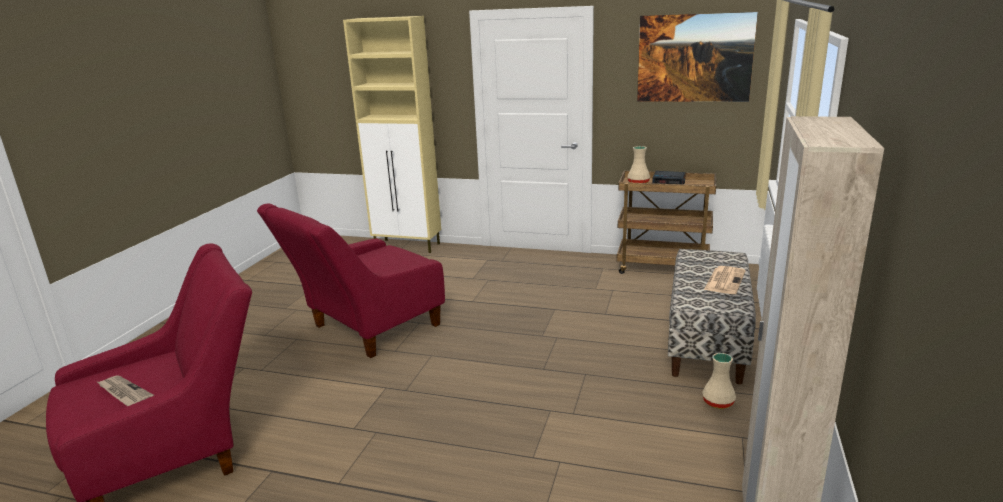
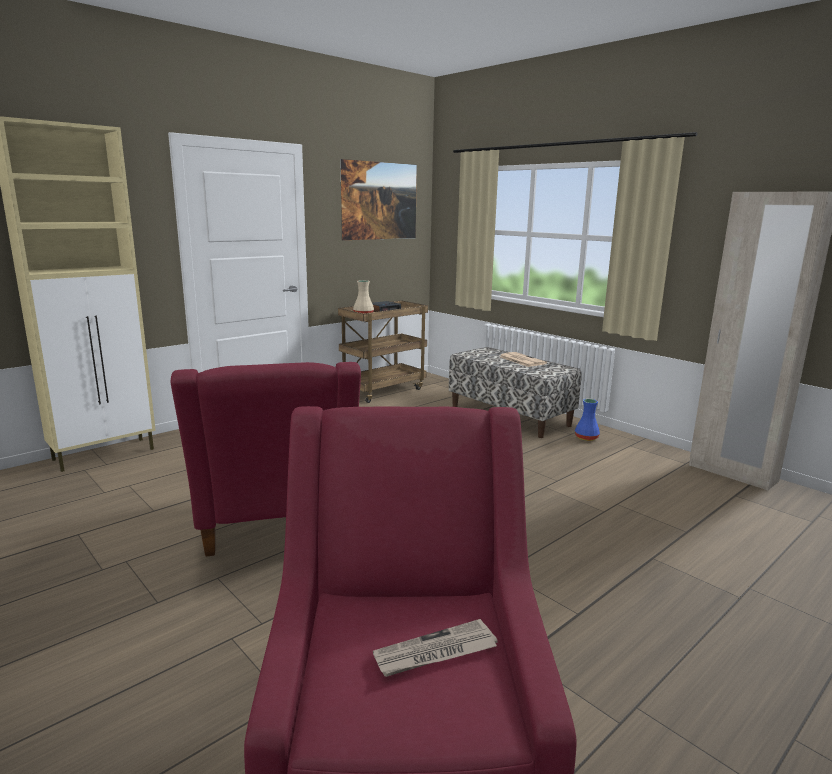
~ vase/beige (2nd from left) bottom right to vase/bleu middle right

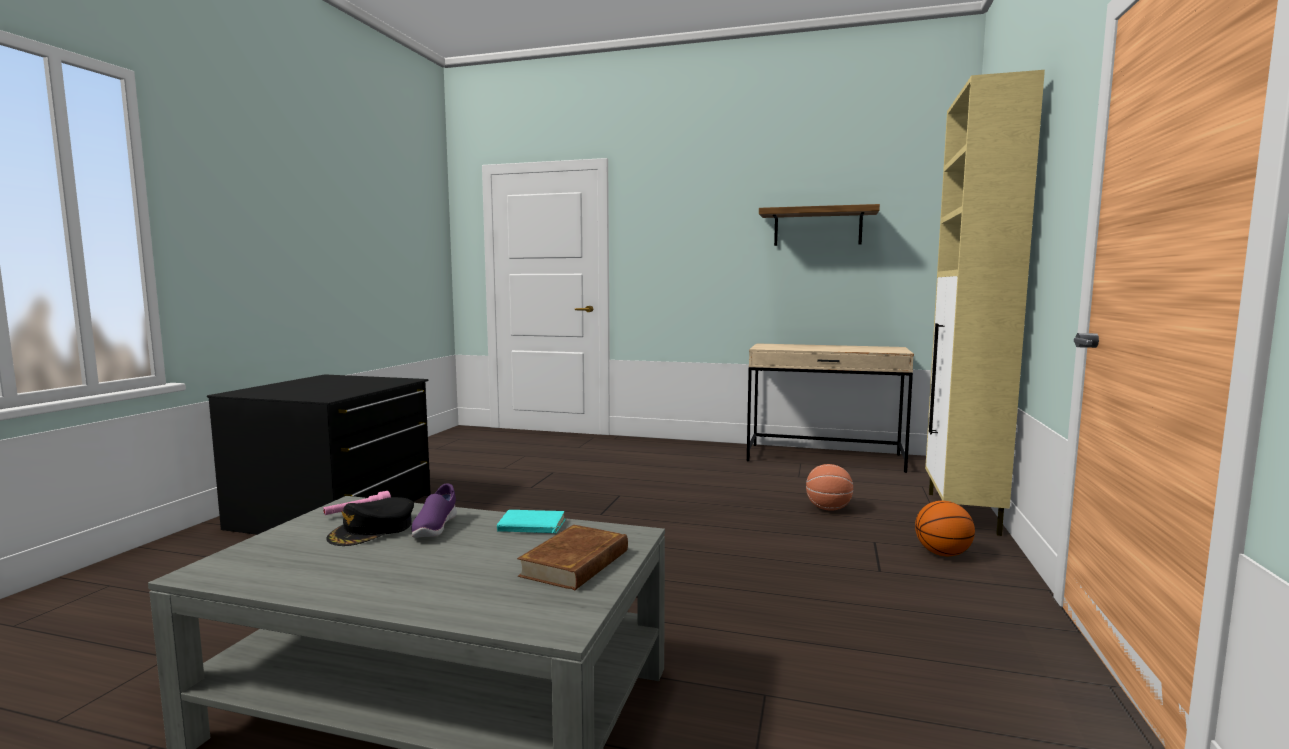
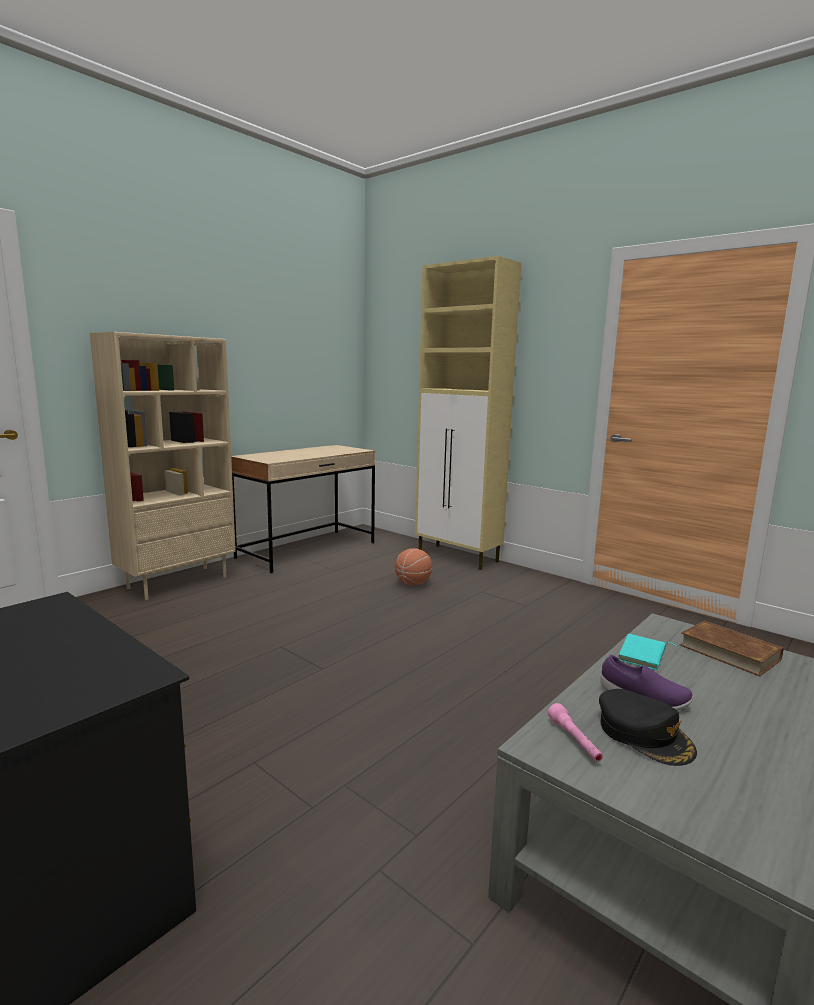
+ bibliothèque/beige middle left
- étagère top centre
- ballon de basket (2nd from left) bottom right

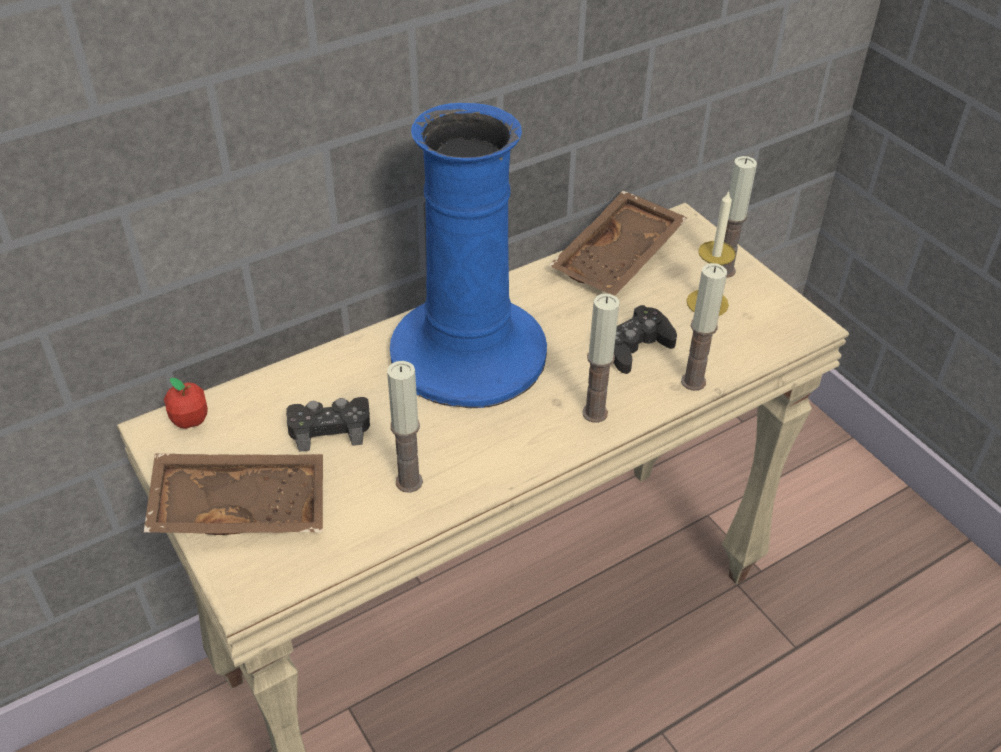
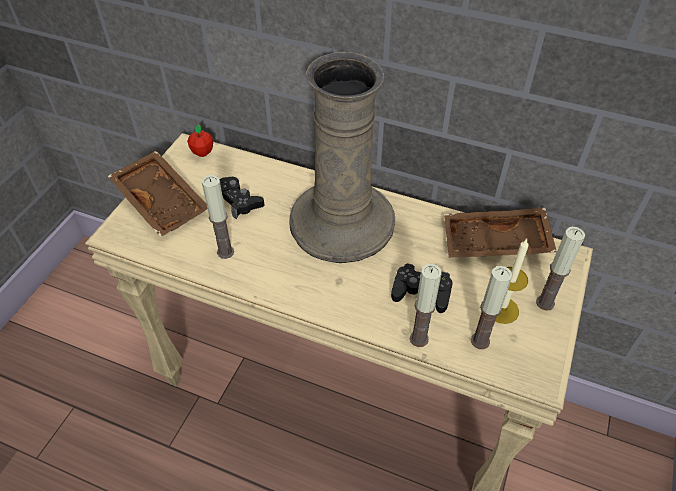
~ vase/bleu centre to vase/beige top centre
~ bougie (2nd from left in the first image) centre to bougie (3rd from left) middle right

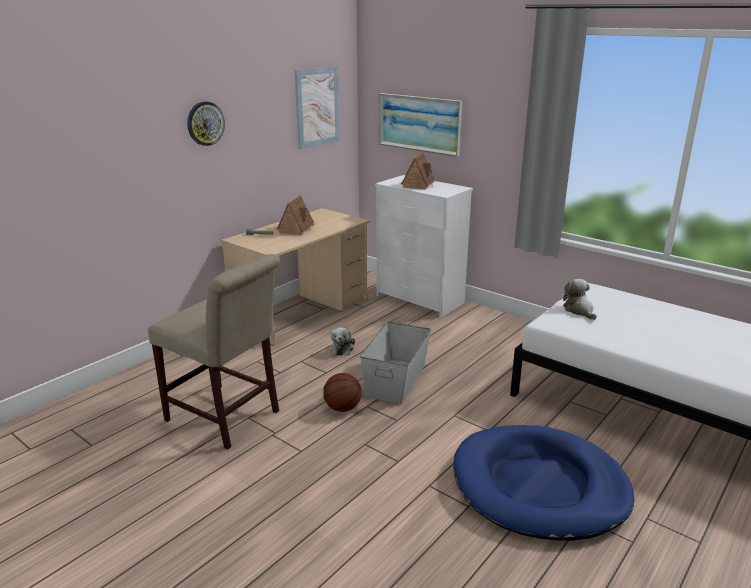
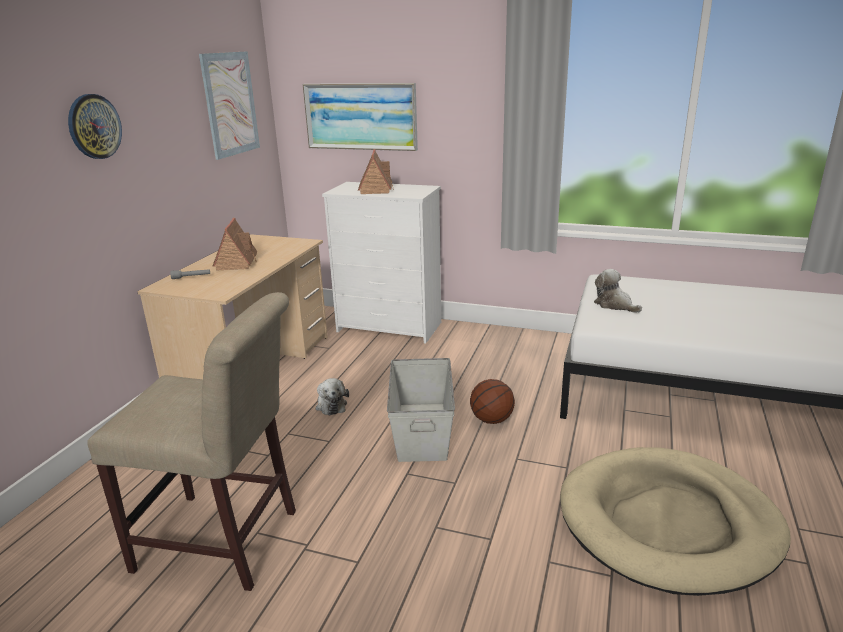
~ ballon de basket bottom centre to centre
~ panier pour chien/bleu bottom right to panier pour chien/beige bottom right

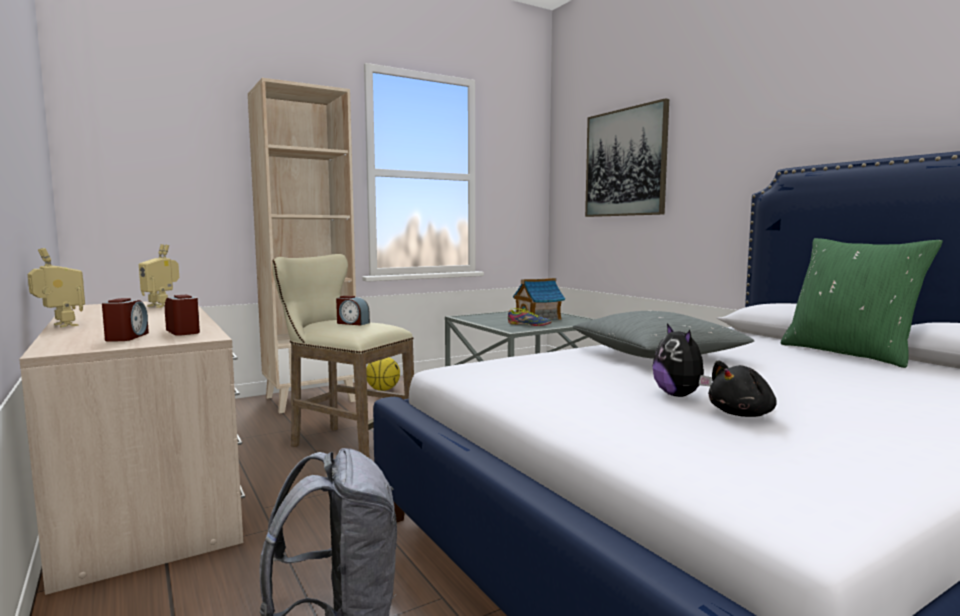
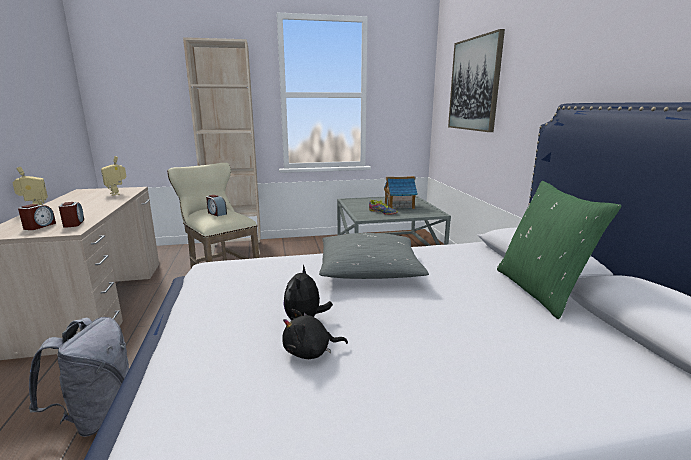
- ballon de basket centre

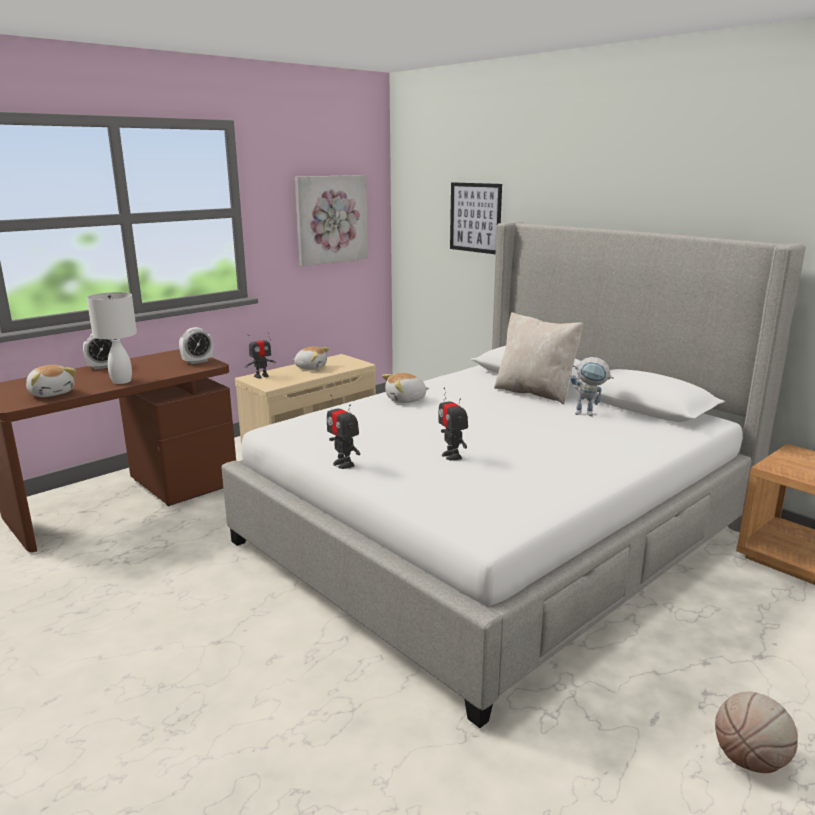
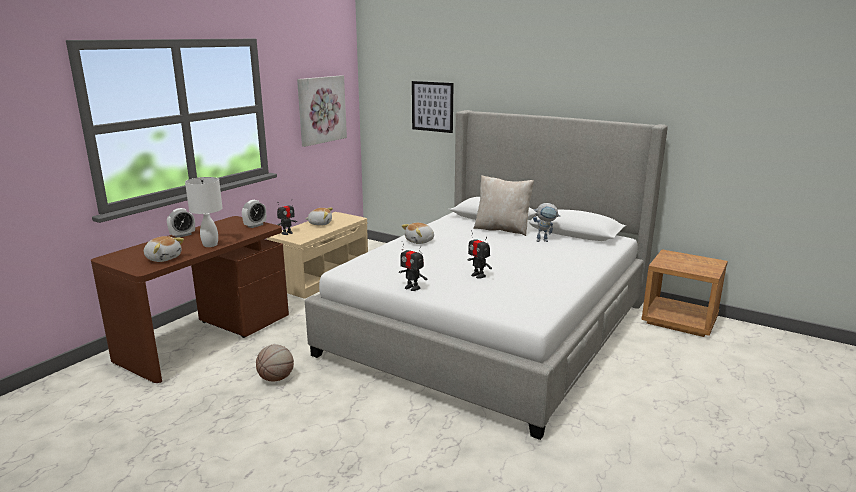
~ ballon de basket bottom right to bottom left

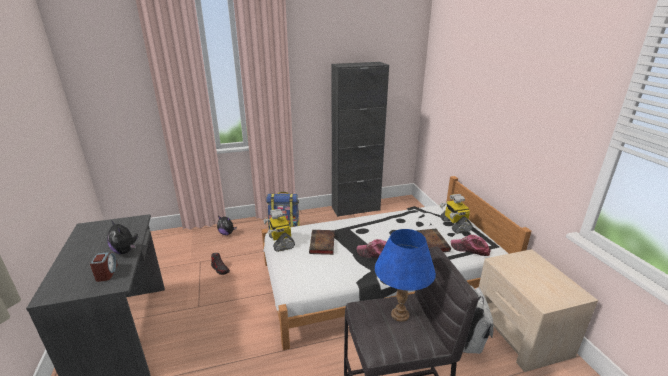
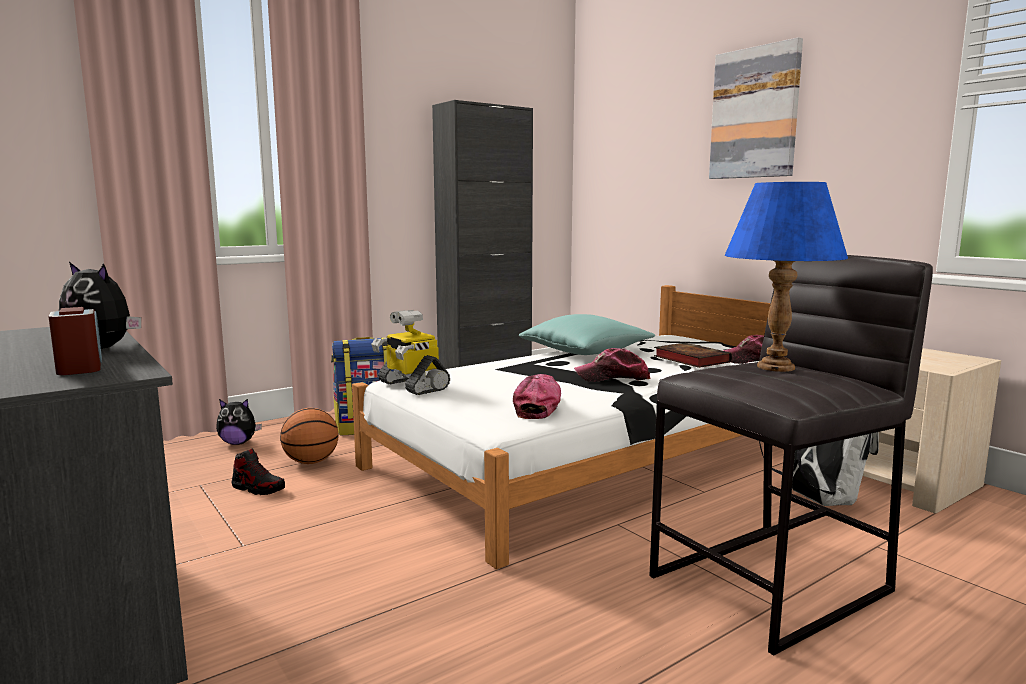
+ ballon de basket middle left
+ casquette (1st from left) centre
+ coussin/turquoise centre
+ tableau top right
- livre (1st from left) centre
- robot jouet (2nd from left) middle right

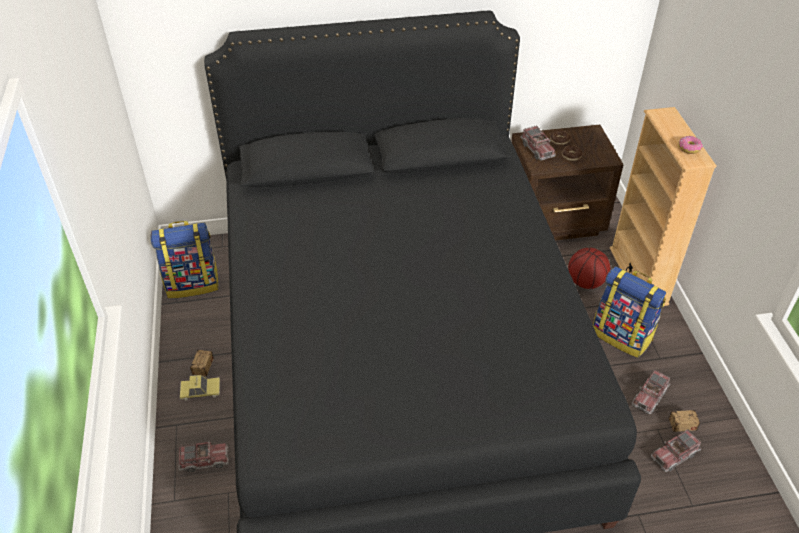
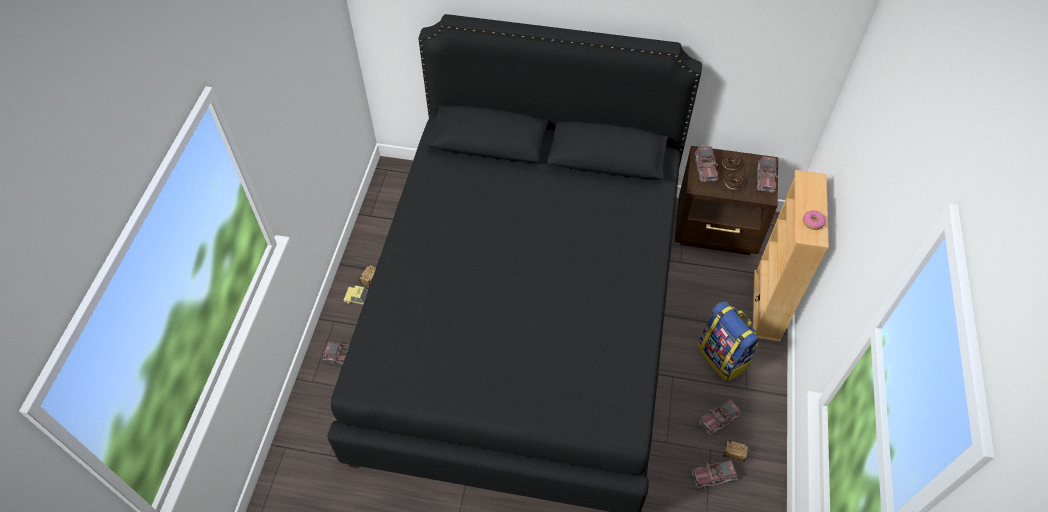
+ camion jouet (5th from left) middle right
- sac à dos (1st from left) middle left
- ballon de basket middle right

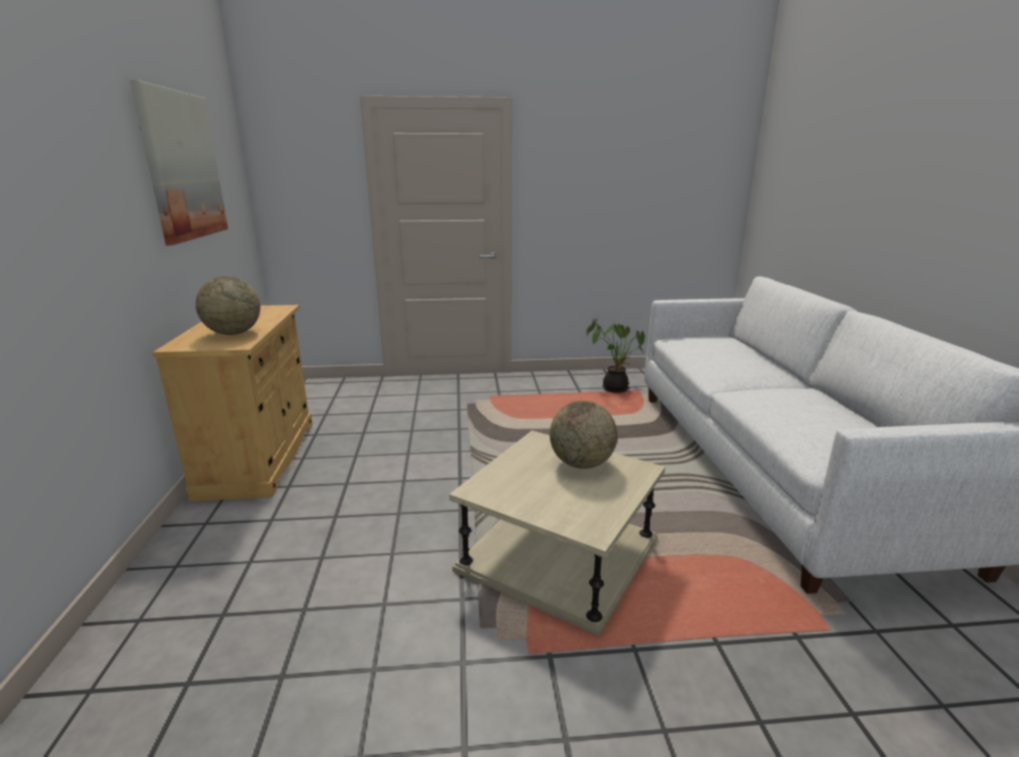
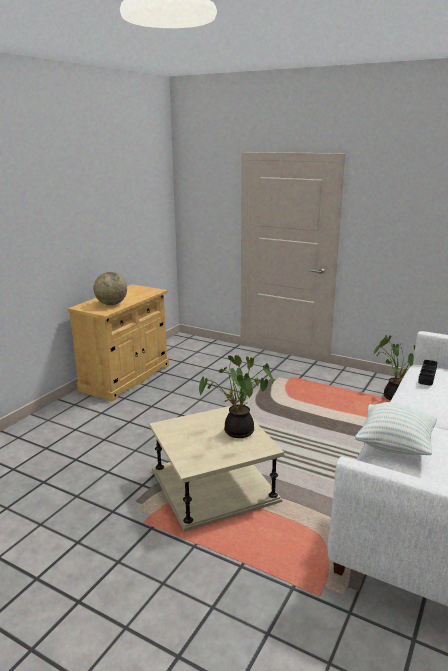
~ globe (2nd from left) centre to plante en pot (1st from left) centre
+ coussin middle right
+ plateau/noir middle right
- tableau top left

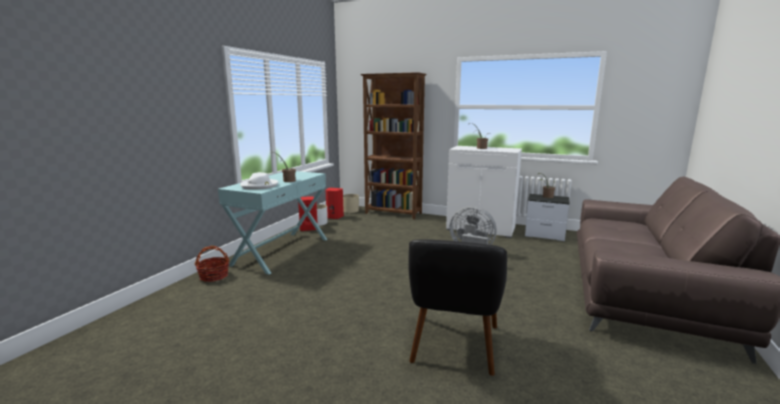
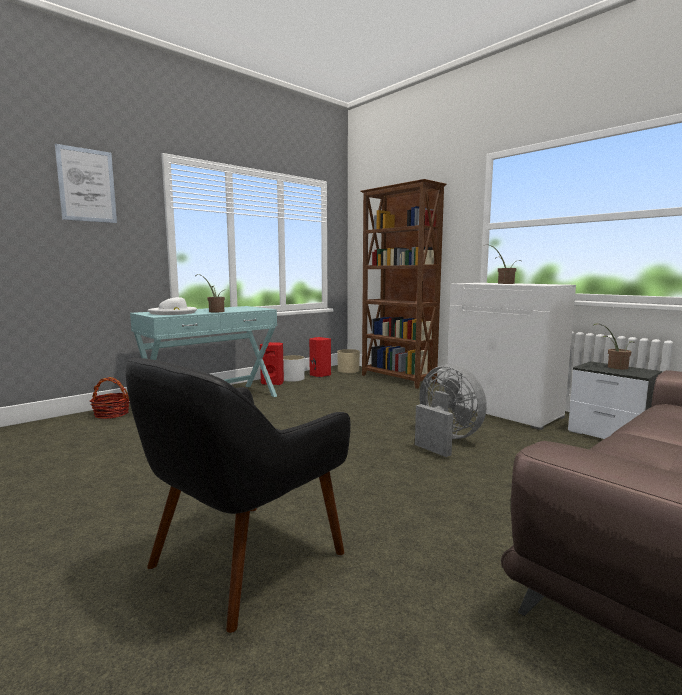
+ tableau top left

